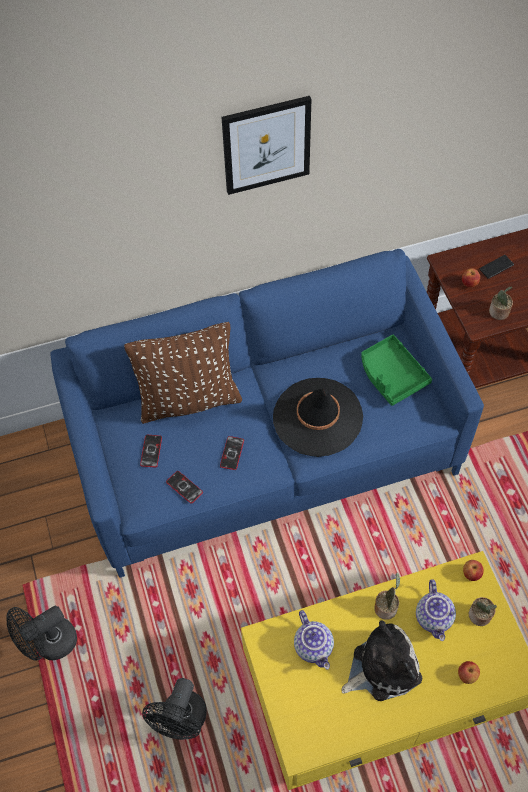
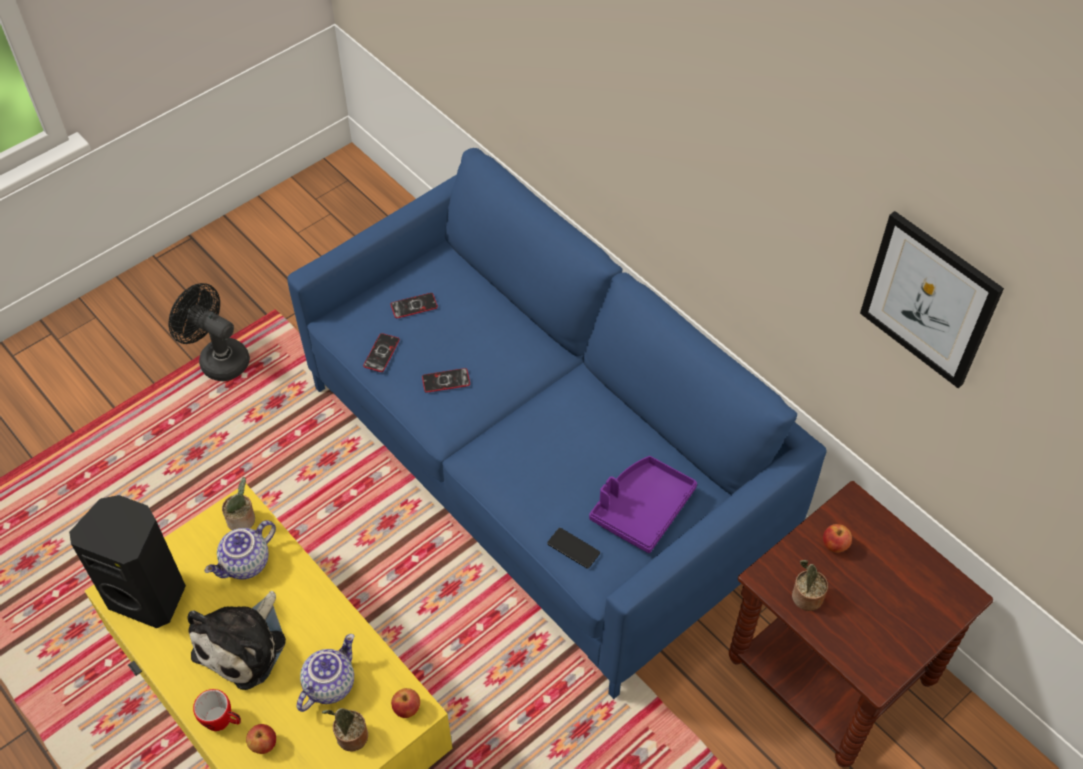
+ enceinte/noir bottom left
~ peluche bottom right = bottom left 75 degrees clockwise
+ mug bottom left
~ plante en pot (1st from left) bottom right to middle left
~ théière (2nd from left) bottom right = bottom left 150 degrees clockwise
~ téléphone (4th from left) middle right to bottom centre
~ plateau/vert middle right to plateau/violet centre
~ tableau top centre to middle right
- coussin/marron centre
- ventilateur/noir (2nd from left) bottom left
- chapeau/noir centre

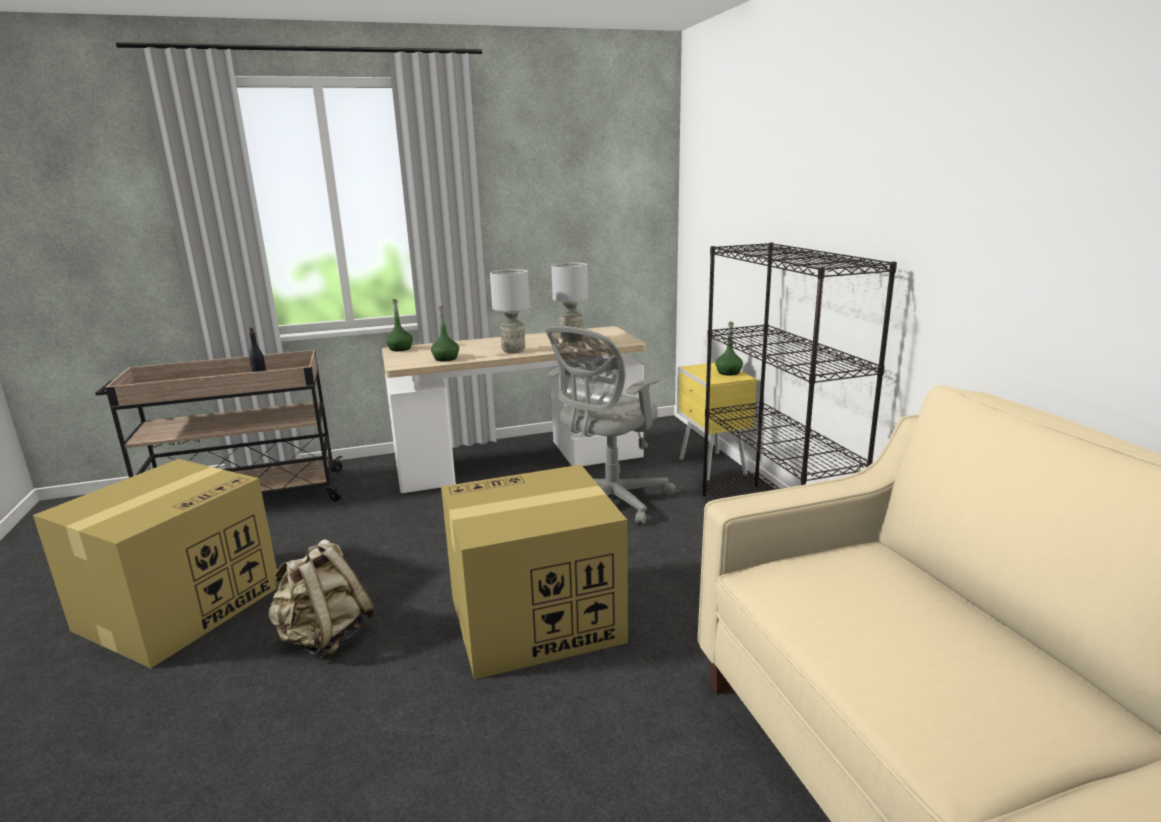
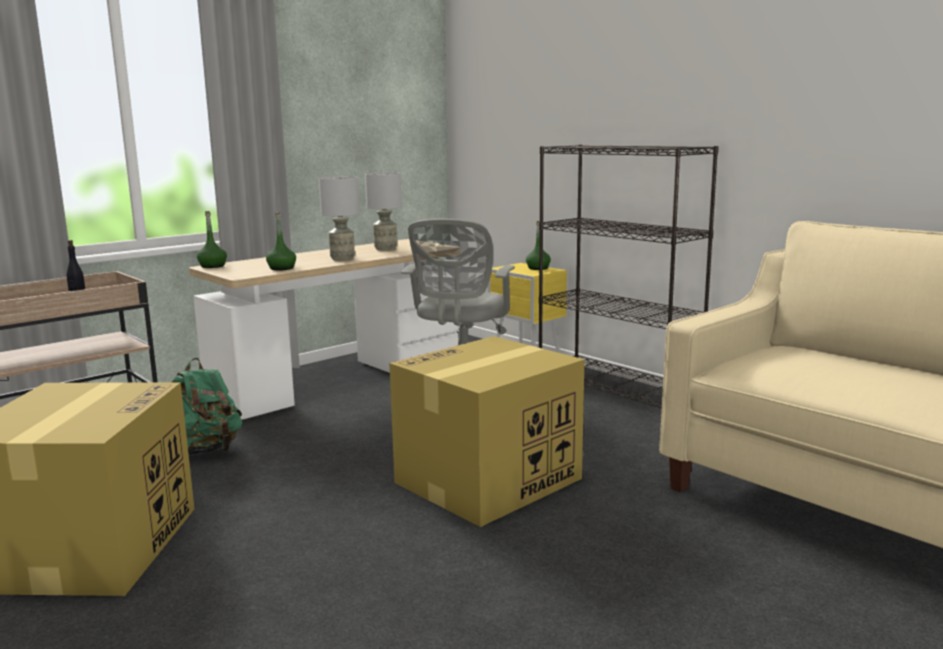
+ sac à dos/vert middle left
- sac à dos/beige bottom left

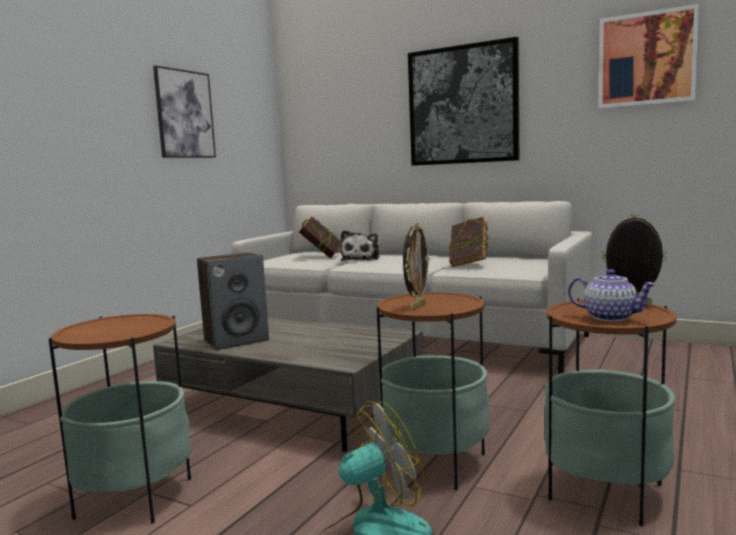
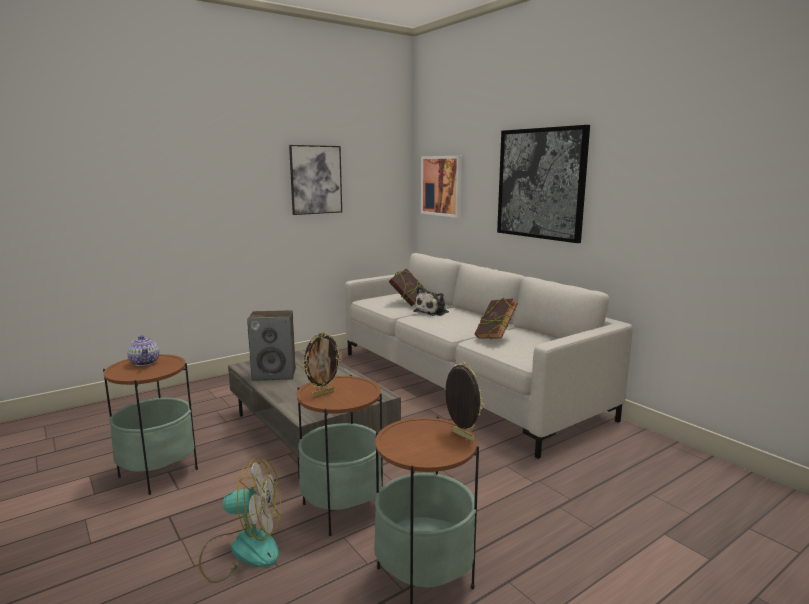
~ théière middle right to middle left
~ tableau (3rd from left in the first image) top right to tableau (2nd from left) top centre

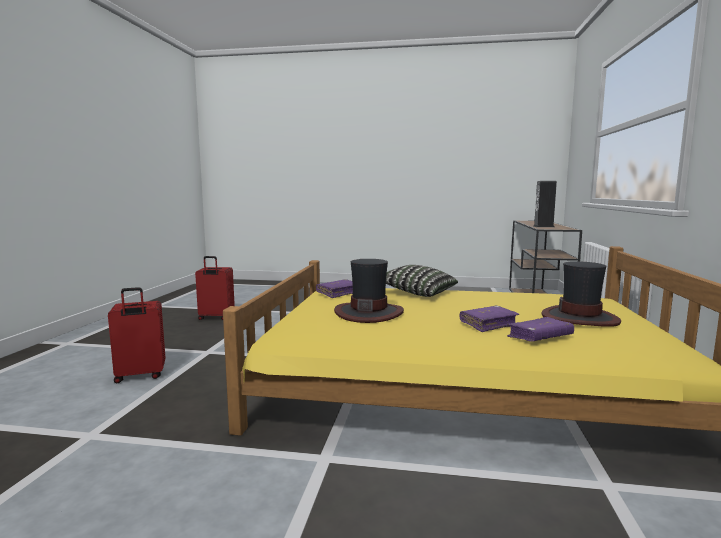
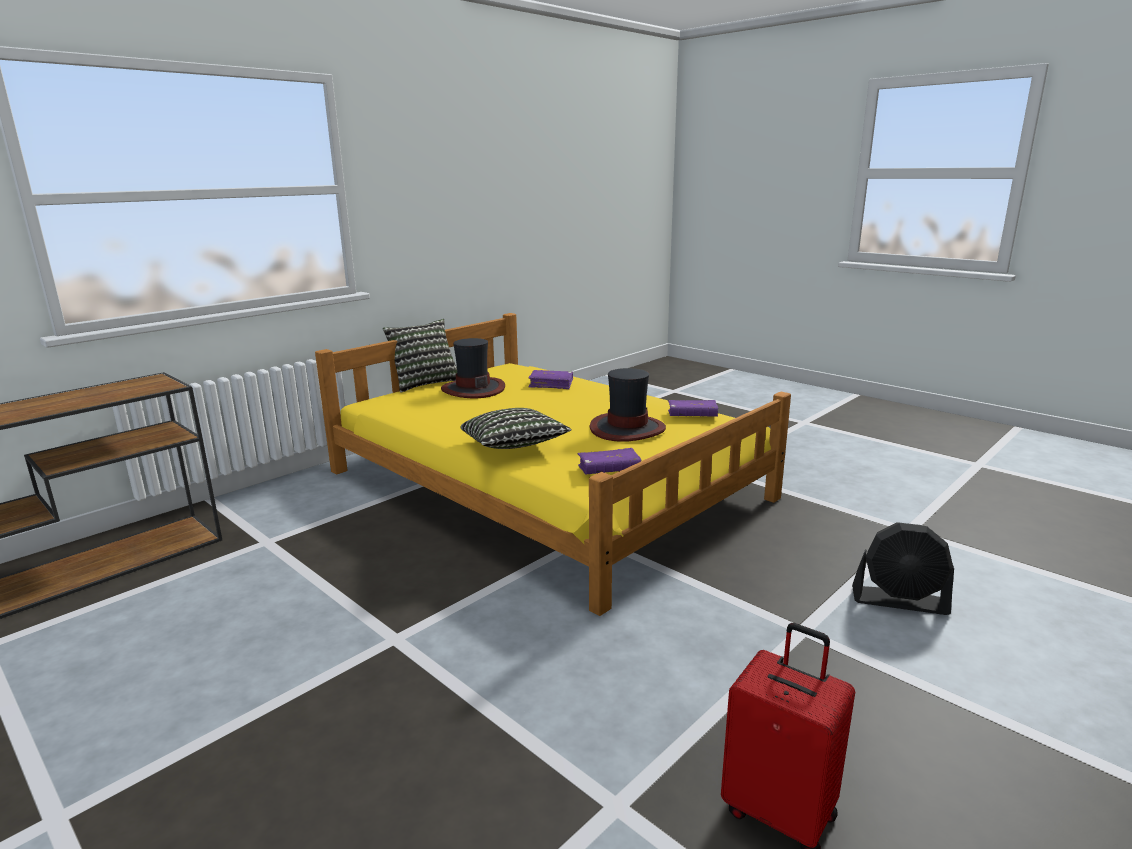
+ coussin (1st from left) centre
~ livre/violet (2nd from left in the first image) middle right to livre/violet (3rd from left) centre
~ valise/rouge (1st from left) middle left to ventilateur/noir bottom right
- enceinte middle right

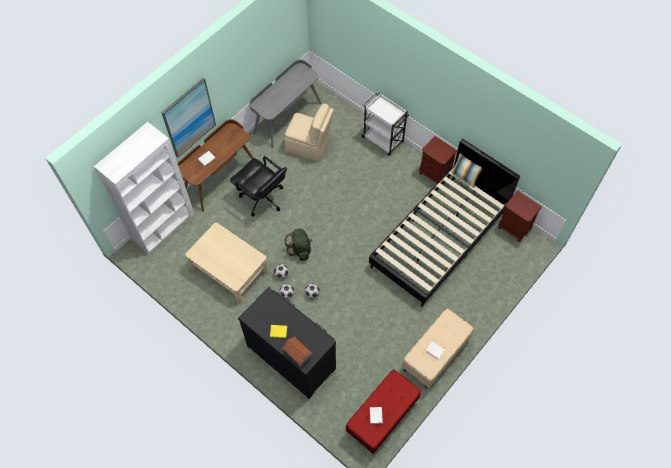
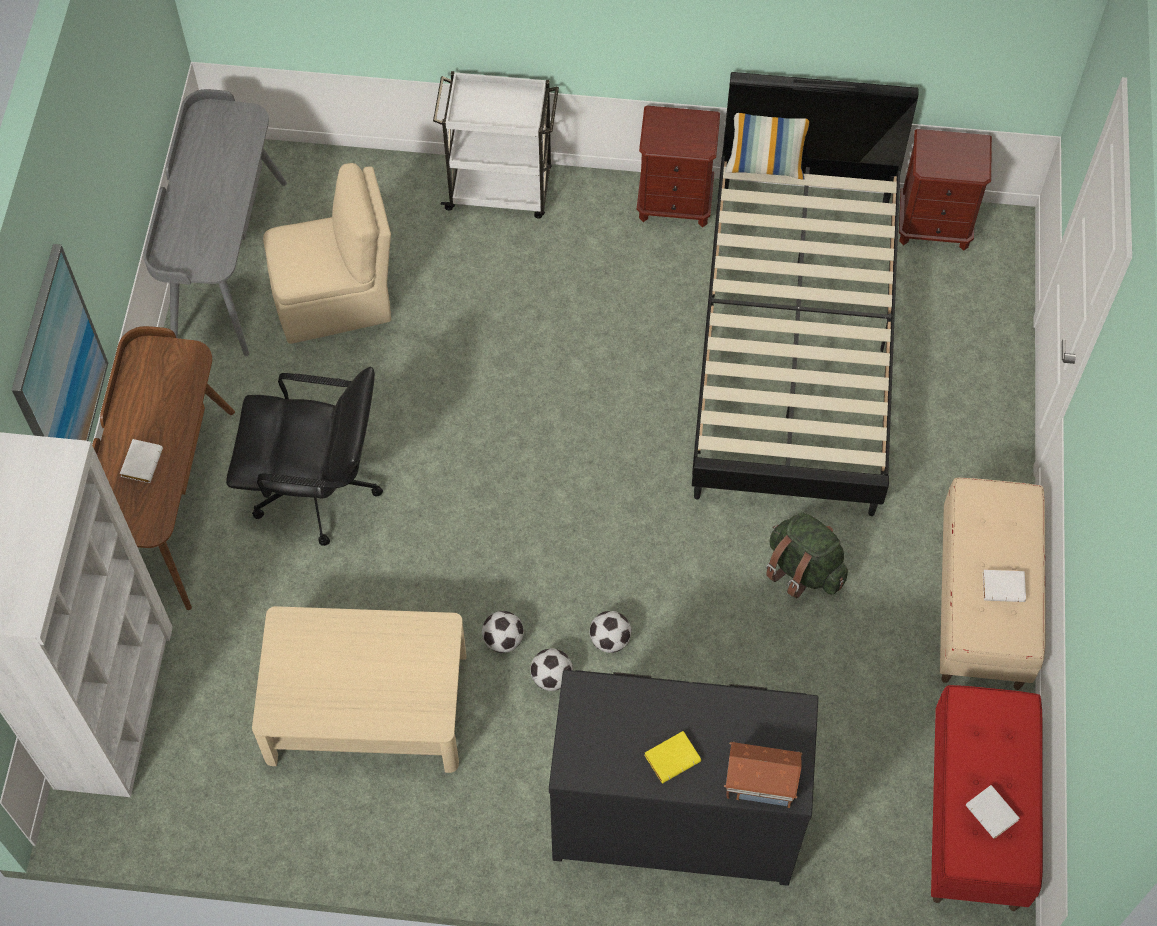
~ sac à dos/vert centre to middle right

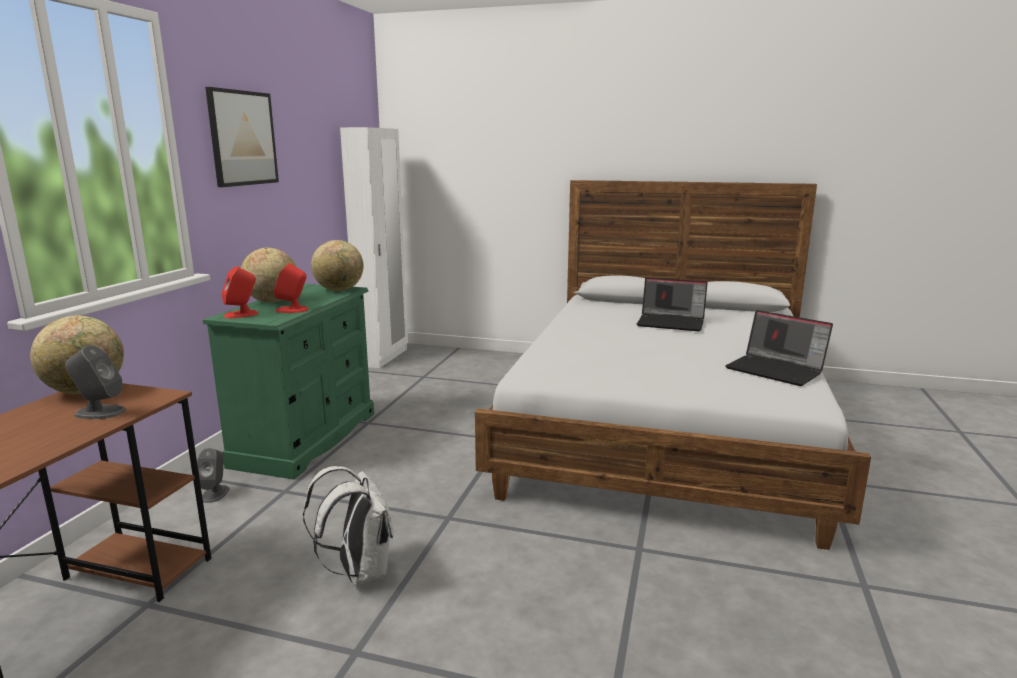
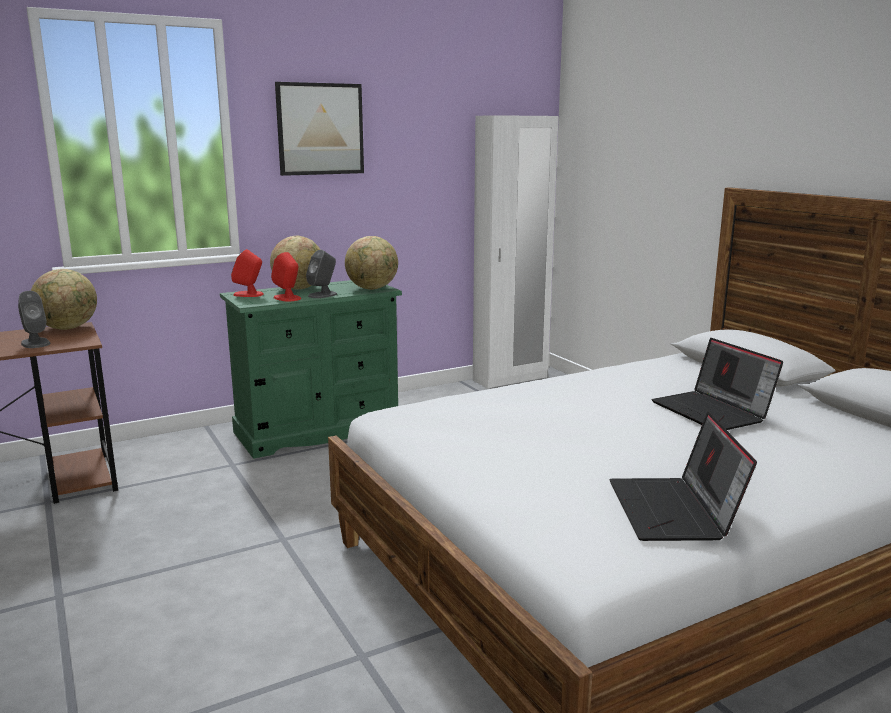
~ enceinte/gris (2nd from left) bottom left to centre
- sac à dos/blanc bottom centre

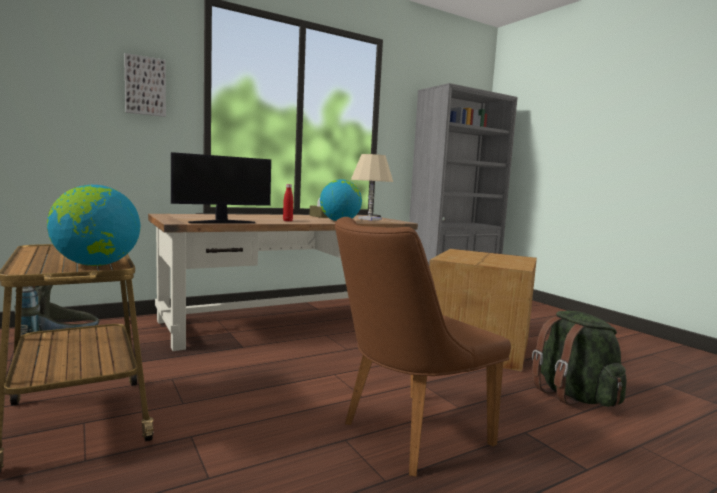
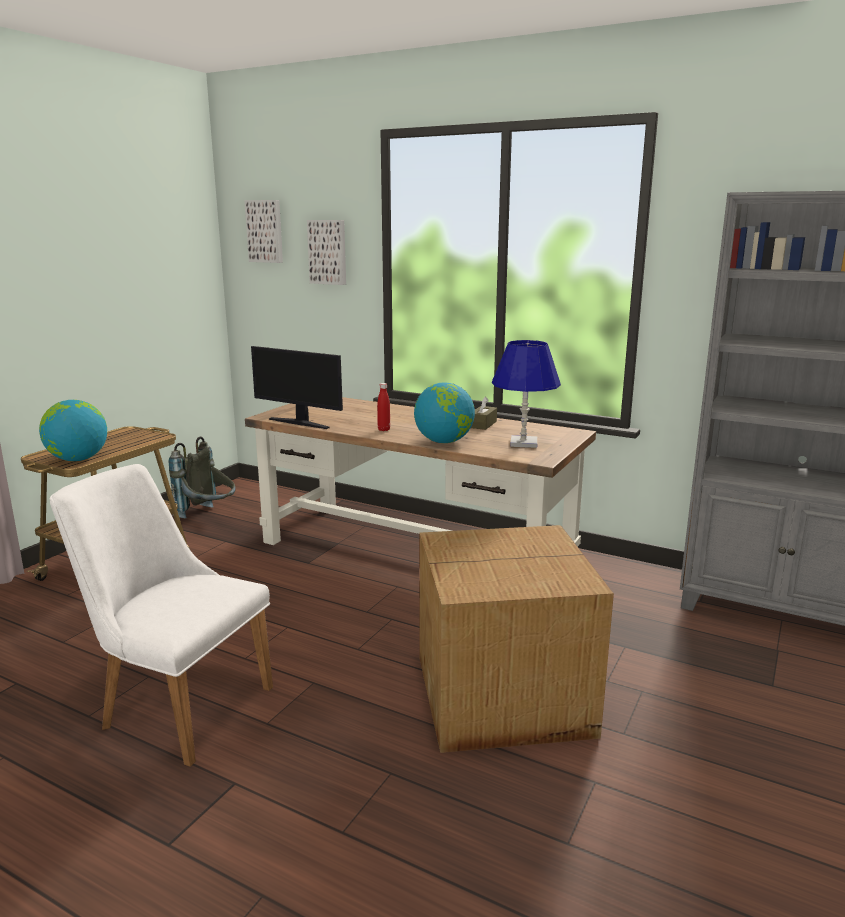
~ chaise/marron bottom centre to chaise/blanc bottom left
+ tableau (1st from left) top left
~ lampe de table/beige centre to lampe de table/bleu centre
- sac à dos/vert bottom right

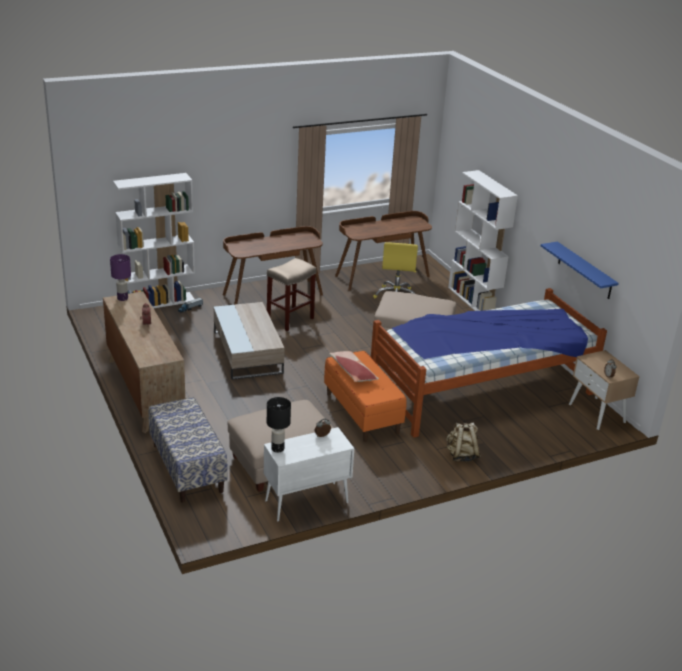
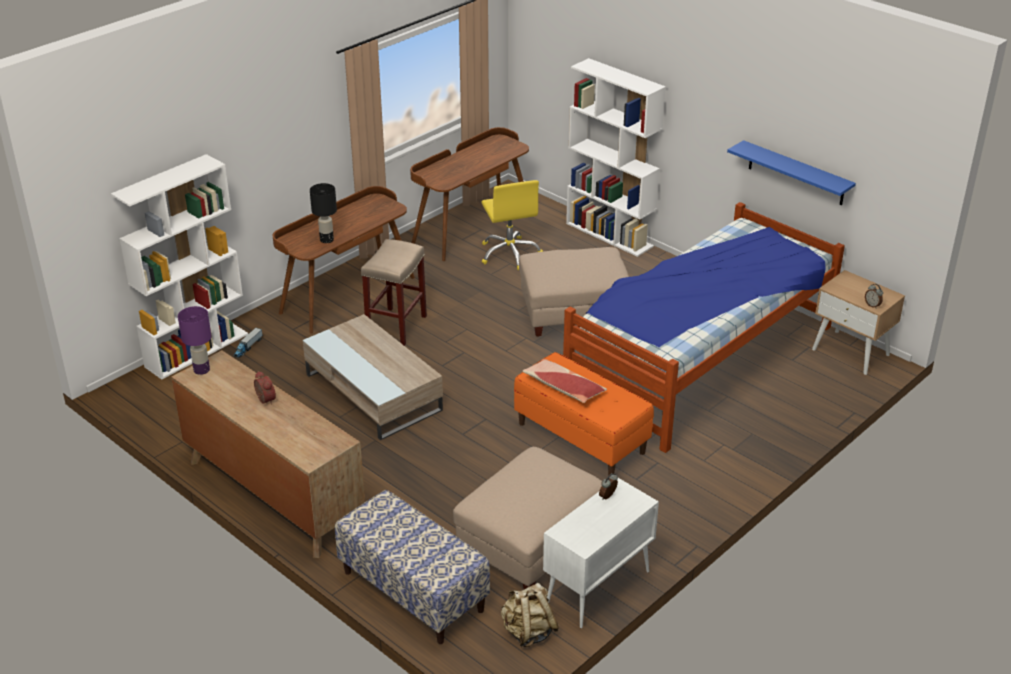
~ lampe de table/noir centre to top left
~ sac à dos/beige middle right to bottom centre

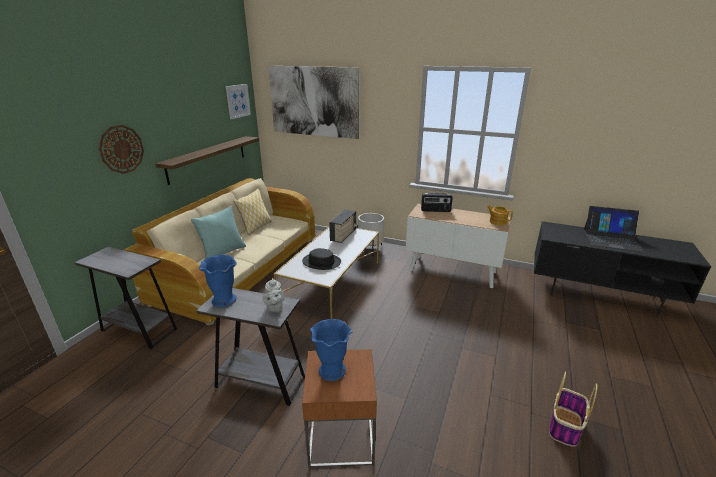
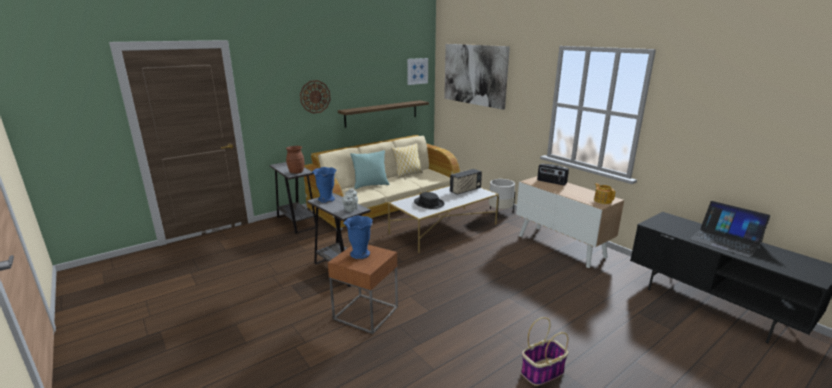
+ vase/marron centre

